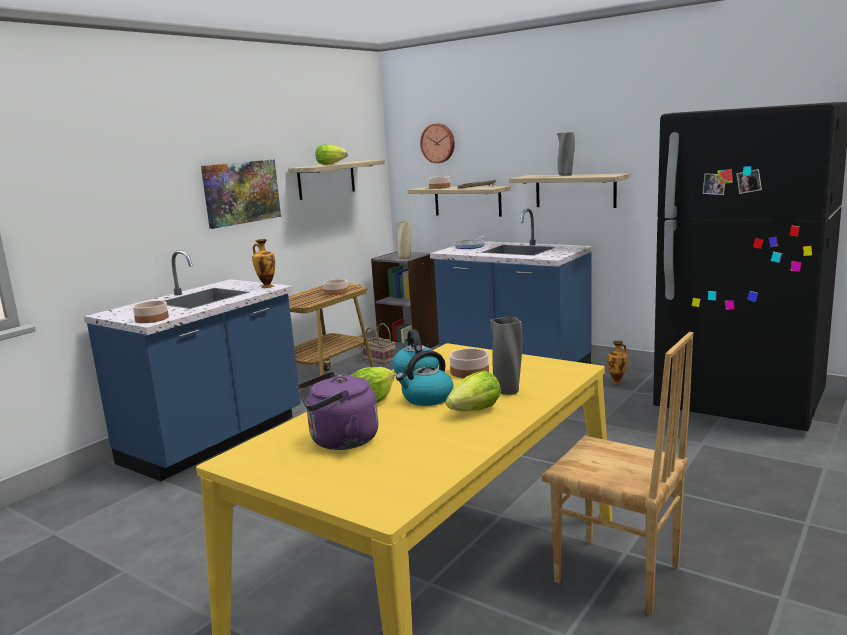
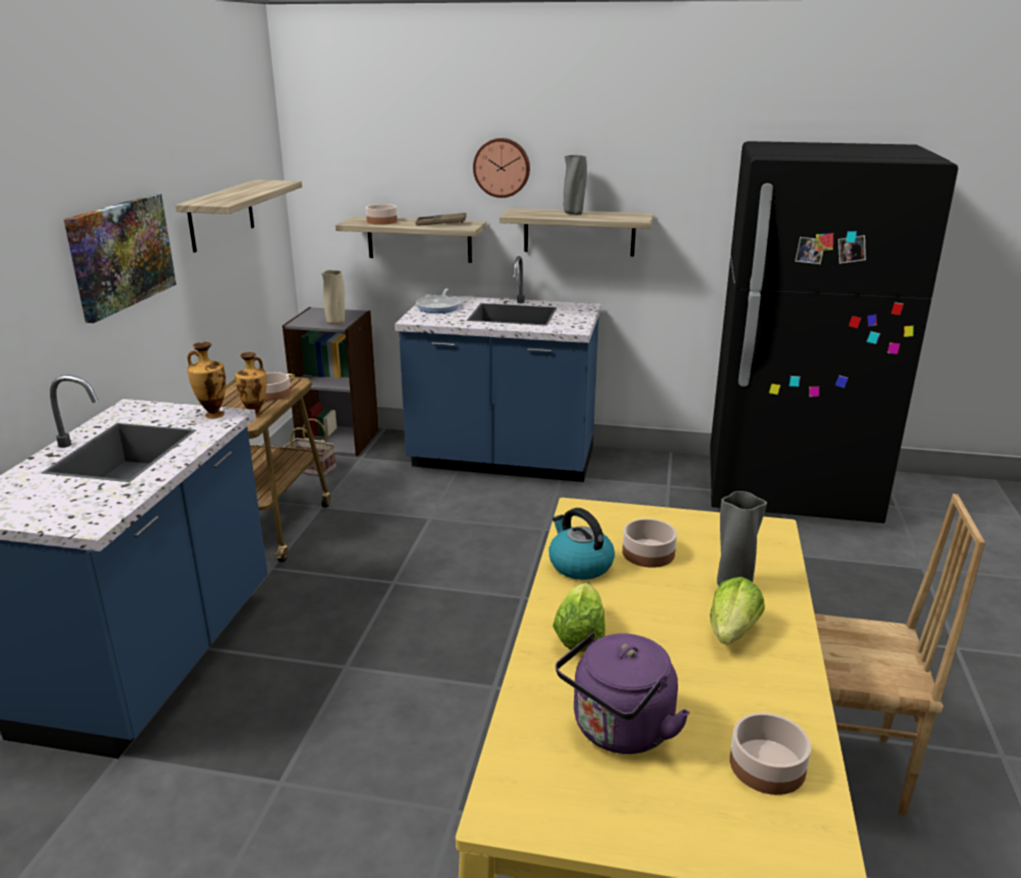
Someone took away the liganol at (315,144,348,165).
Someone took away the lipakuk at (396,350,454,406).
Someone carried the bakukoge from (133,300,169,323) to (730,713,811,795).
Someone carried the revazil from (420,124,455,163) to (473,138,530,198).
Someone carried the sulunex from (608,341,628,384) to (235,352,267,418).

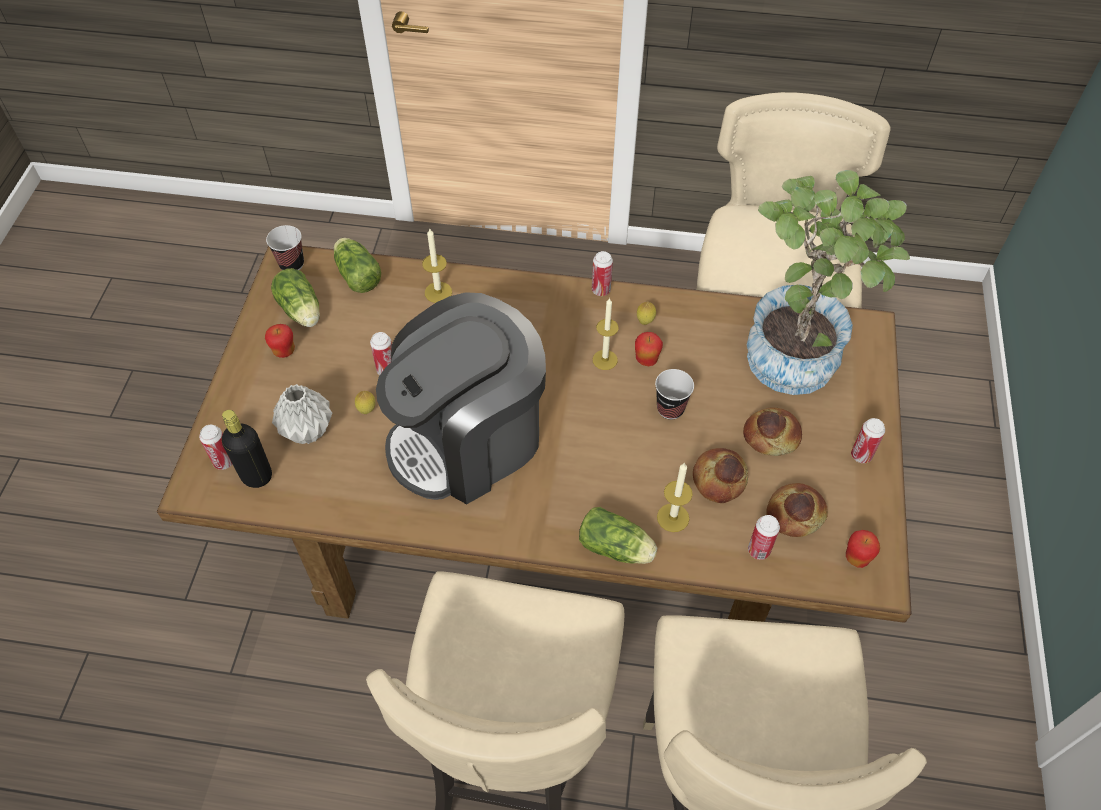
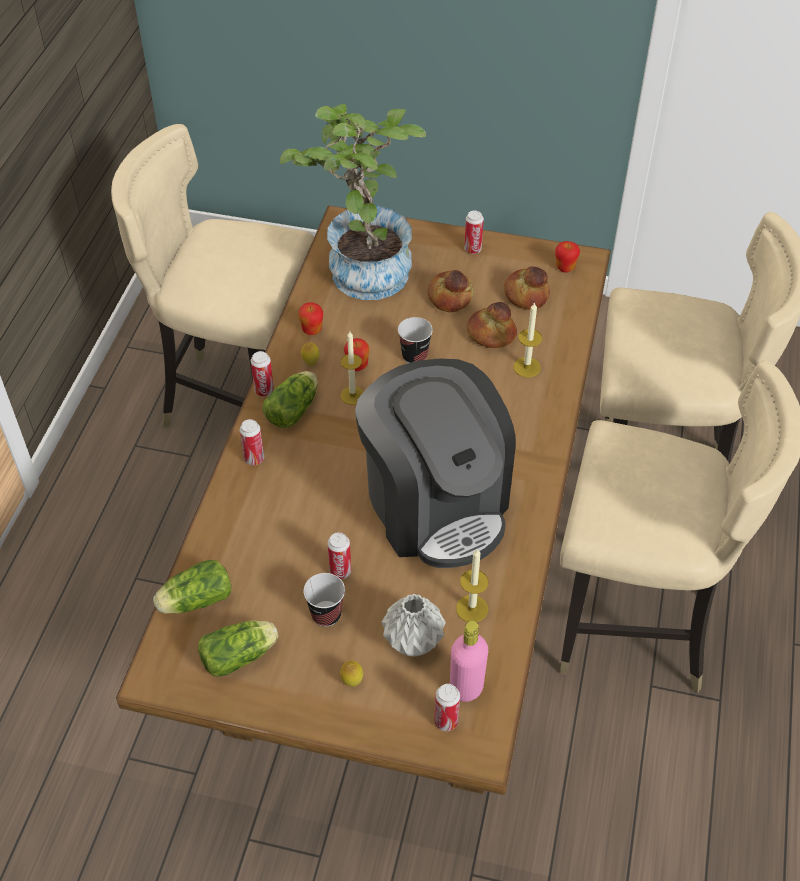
Someone carried the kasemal from (265,324,295,358) to (298,302,323,335).
Someone carried the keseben from (266,225,304,270) to (303,573,345,627).
Someone carried the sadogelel from (355,391,376,414) to (340,661,363,687).
Someone carried the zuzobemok from (422,229,452,303) to (456,549,489,622).
Someone carried the liganol from (579,507,657,564) to (263,371,318,428).
Someone carried the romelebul from (748,515,780,560) to (239,419,264,465).
Someone repainted the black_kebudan at (222,410,272,488), which became the pink_kebudan at (450,621,488,702).

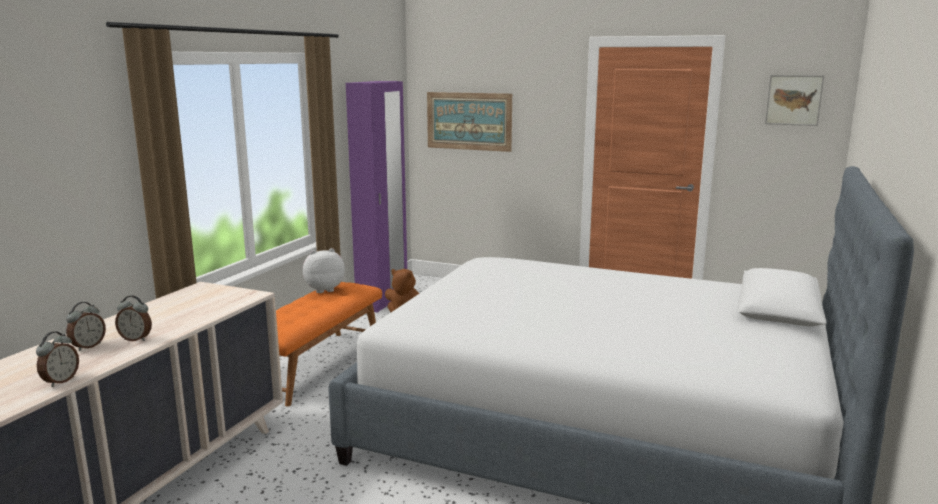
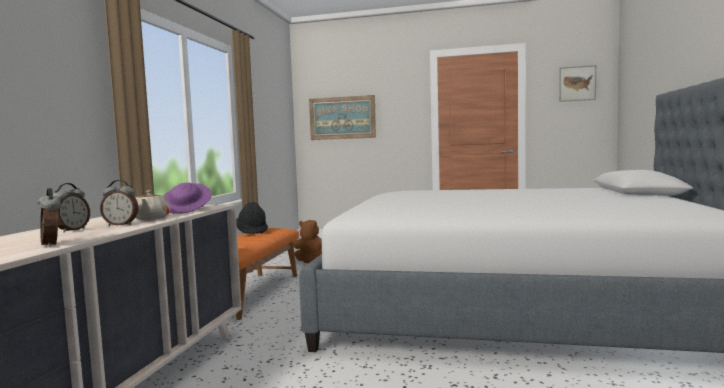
Someone took away the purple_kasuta at (346,81,407,313).
Someone put down the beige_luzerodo at (135,190,170,220).
Someone put down the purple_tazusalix at (164,182,212,214).
Someone swapped the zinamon at (303,248,345,293) for the black_tazusalix at (236,202,268,234).
Someone rotated the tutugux at (36,331,79,387) by 135 degrees clockwise.

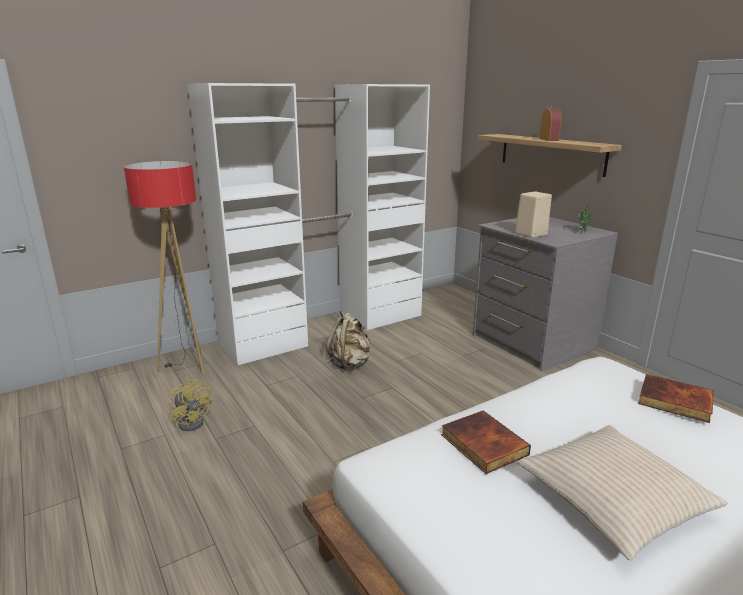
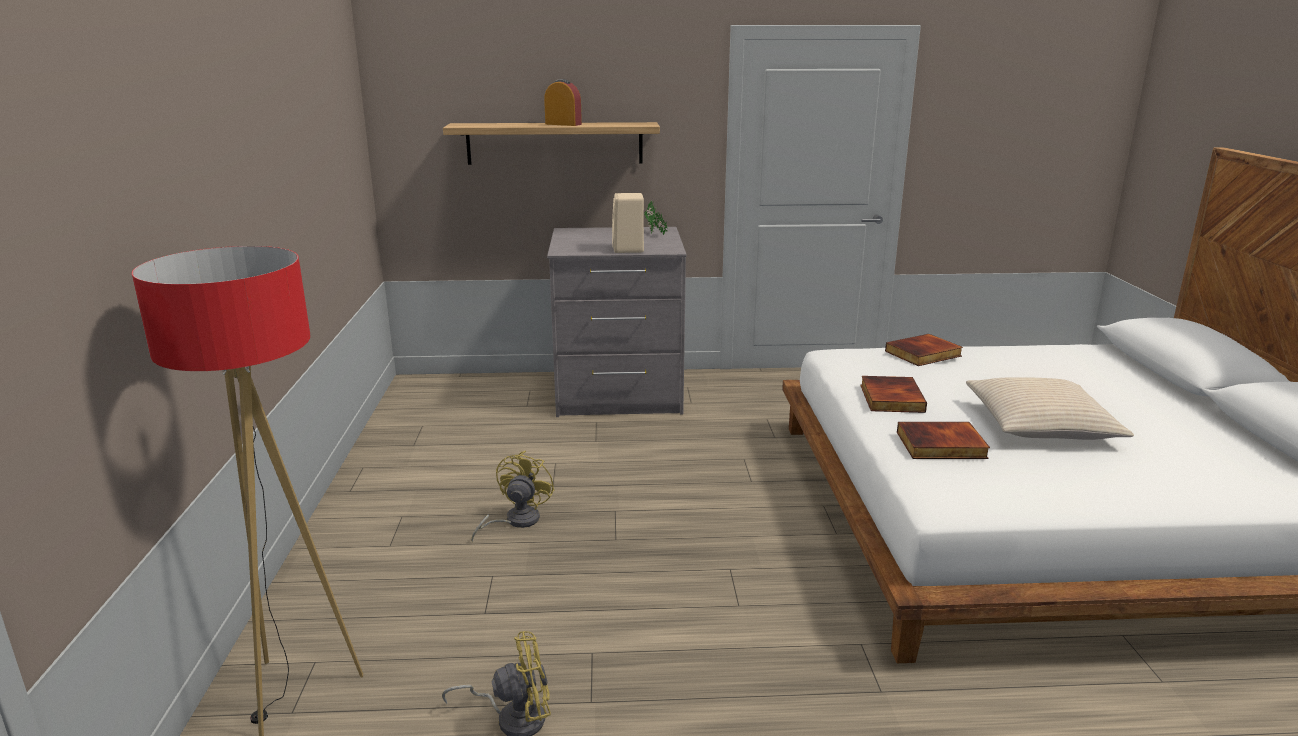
Someone took away the white_kasuta at (188,83,430,365).
Someone put down the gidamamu at (860,376,927,413).
Someone swapped the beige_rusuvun at (326,311,370,370) for the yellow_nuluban at (471,451,554,542).

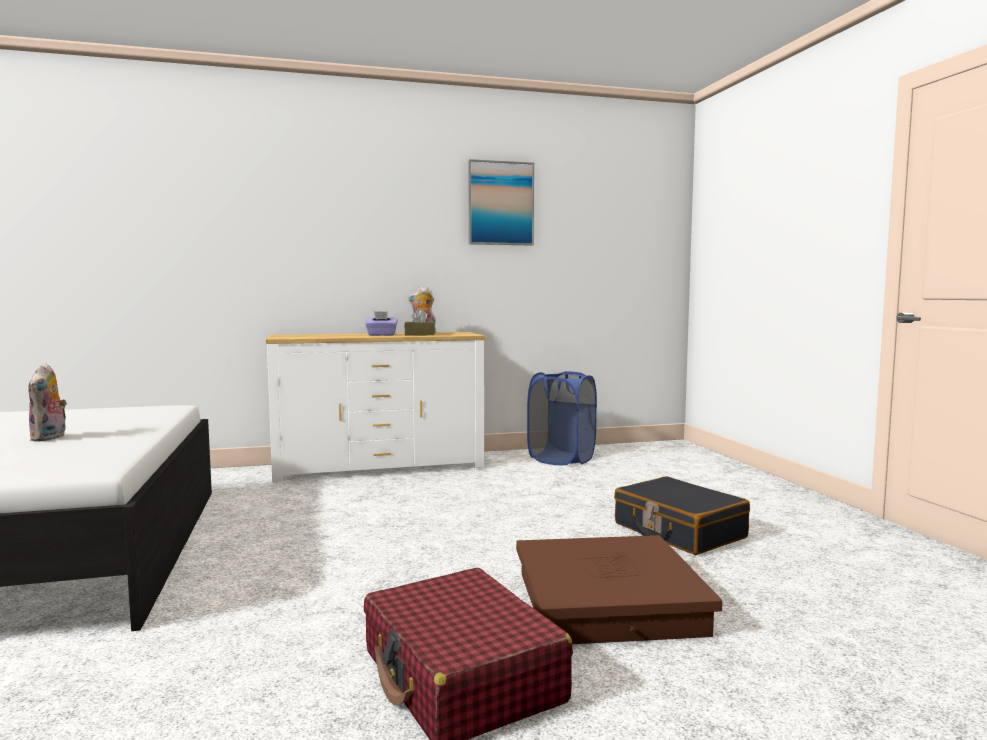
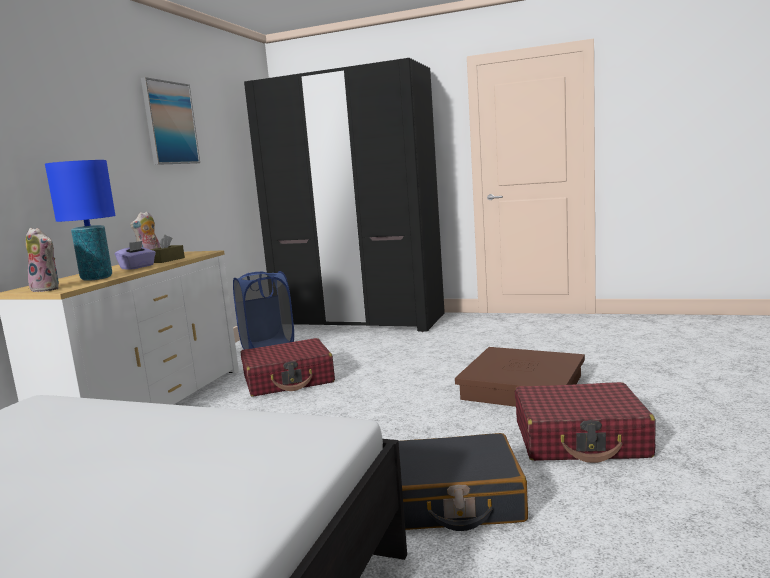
Someone put down the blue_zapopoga at (45,160,115,281).
Someone put down the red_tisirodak at (241,338,335,397).
Someone put down the black_kasuta at (244,58,445,332).
Someone carried the zinamon from (28,364,67,441) to (26,228,59,292).
Someone carried the black_tisirodak from (614,476,750,555) to (398,433,528,531).

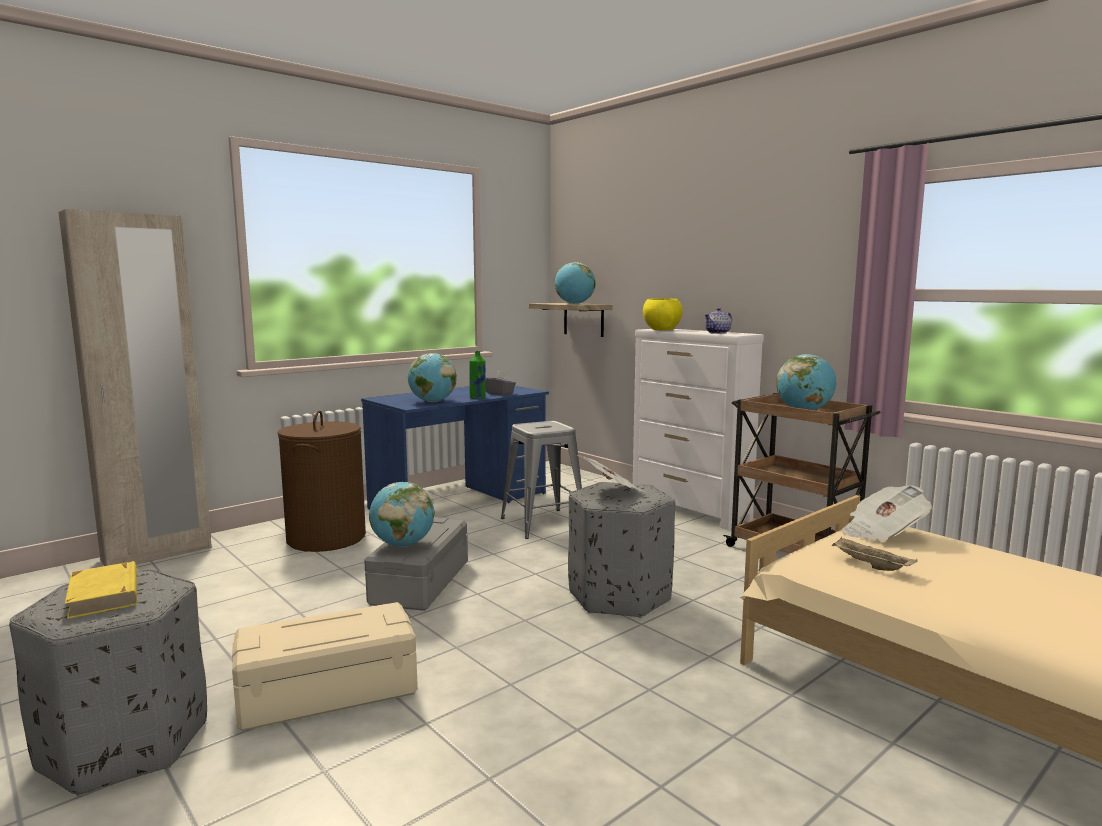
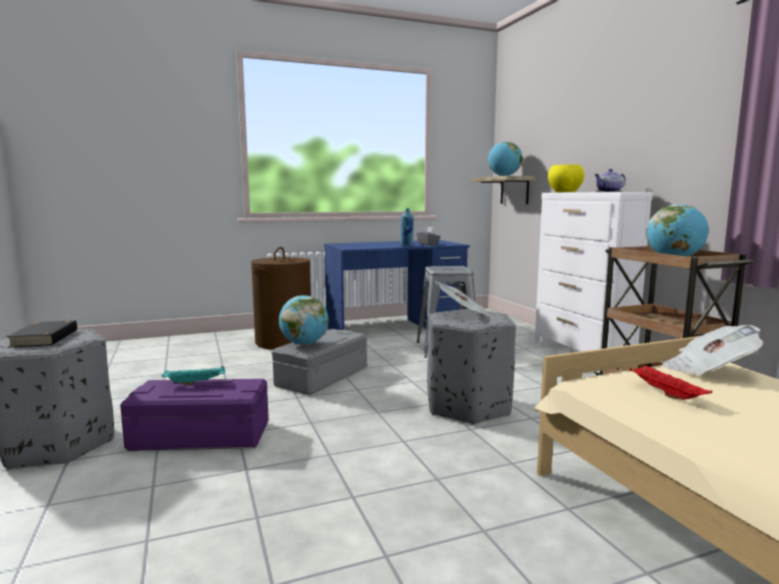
Someone took away the beige_kasuta at (59,209,212,566).
Someone took away the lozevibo at (408,353,457,402).
Someone put down the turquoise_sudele at (162,366,226,385).
Someone repainted the yellow_gidamamu at (65,561,137,619), which became the black_gidamamu at (6,320,77,348).
Someone repainted the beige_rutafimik at (232,602,418,731), which became the purple_rutafimik at (120,379,269,451).
Someone repainted the green_kebudan at (469,351,486,399), which became the blue_kebudan at (401,209,414,247).
Someone repainted the beige_sudele at (832,537,917,571), which became the red_sudele at (629,365,712,400).

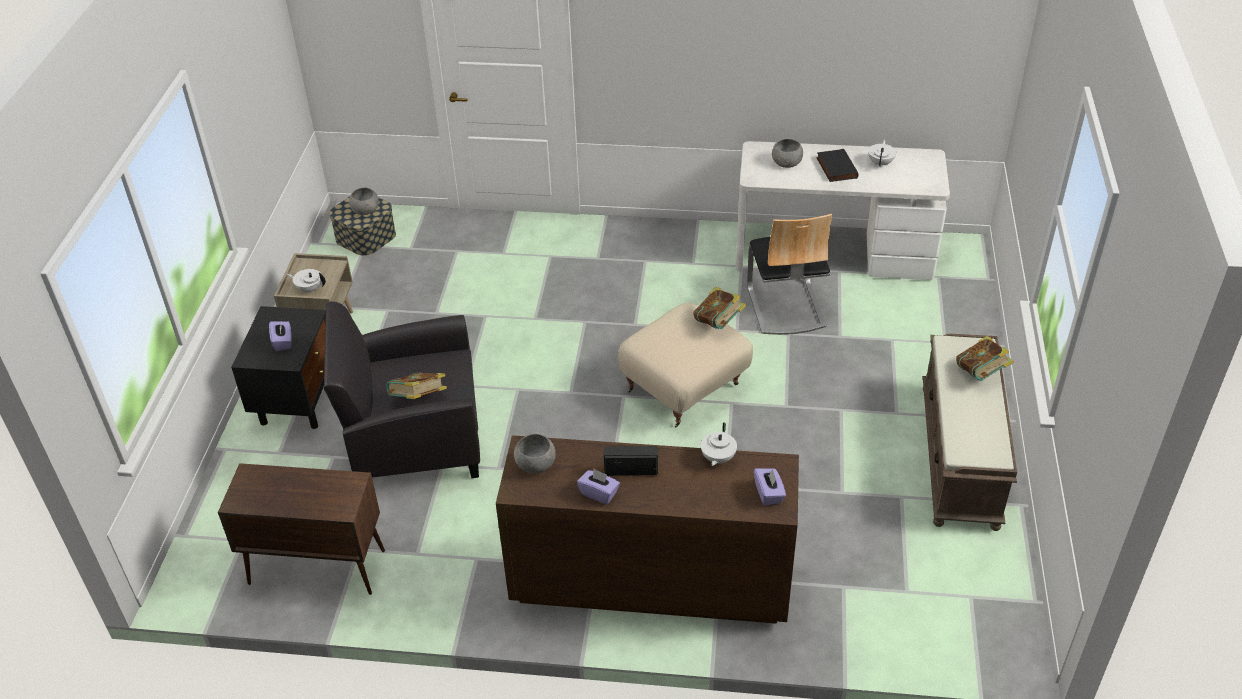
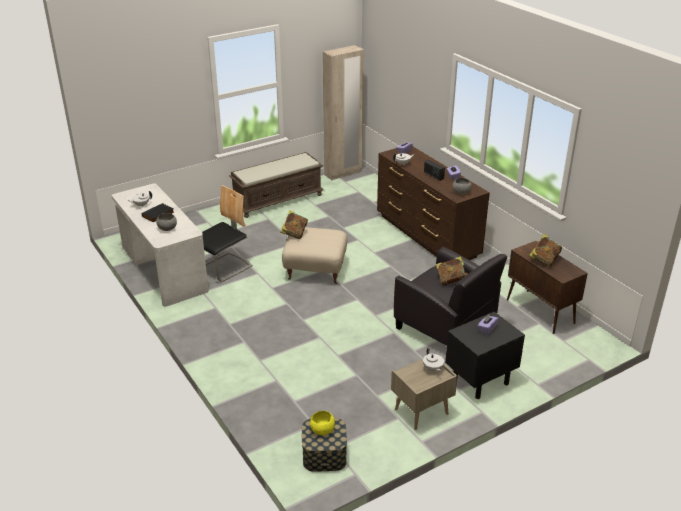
Someone put down the beige_kasuta at (323,45,364,180).
Someone carried the gidamamu from (956,336,1014,381) to (529,234,562,267).
Someone repainted the grey_bakukoge at (349,187,379,215), which became the yellow_bakukoge at (310,411,335,435).

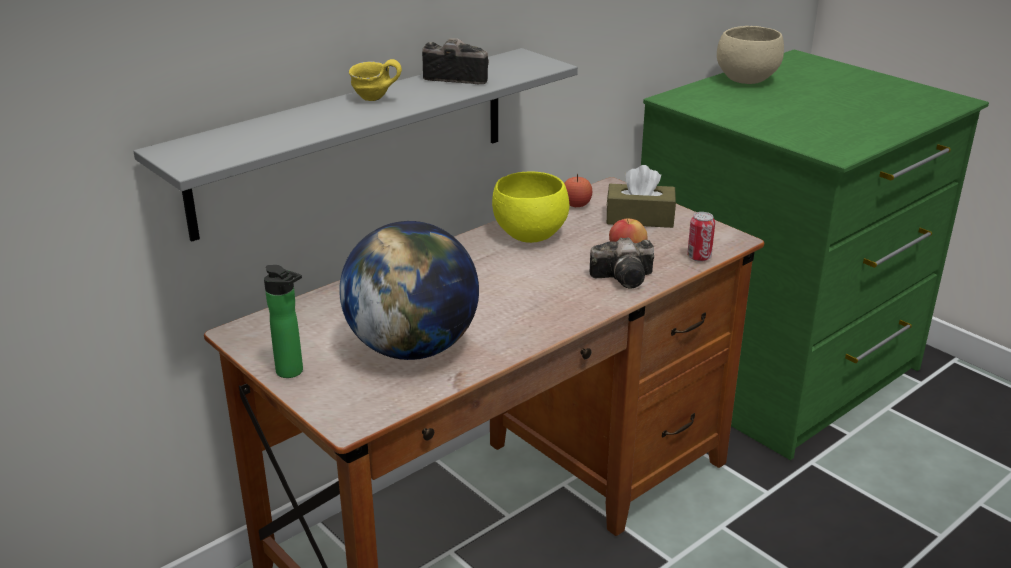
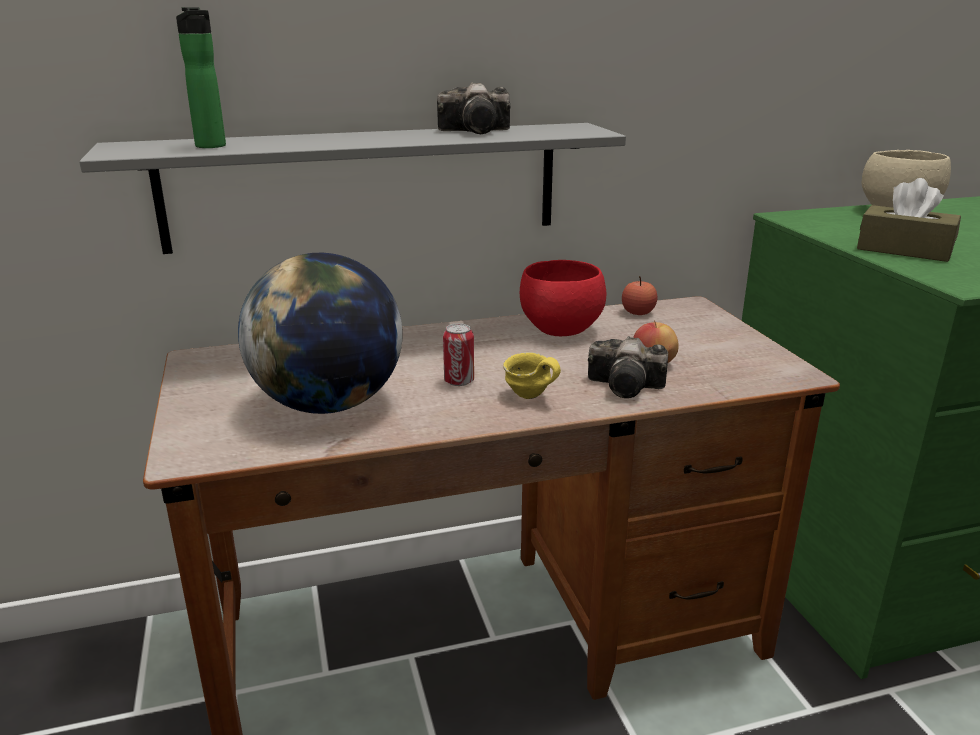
Someone carried the kebudan from (264,265,303,378) to (176,7,226,148).
Someone carried the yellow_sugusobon from (349,59,402,101) to (503,352,561,399).
Someone carried the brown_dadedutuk from (606,165,676,228) to (857,178,961,262).
Someone carried the romelebul from (687,212,715,262) to (443,323,474,386).
Someone repainted the yellow_bakukoge at (492,172,569,243), which became the red_bakukoge at (520,260,606,336).
Someone rotated the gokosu at (422,38,489,84) by 135 degrees clockwise.

